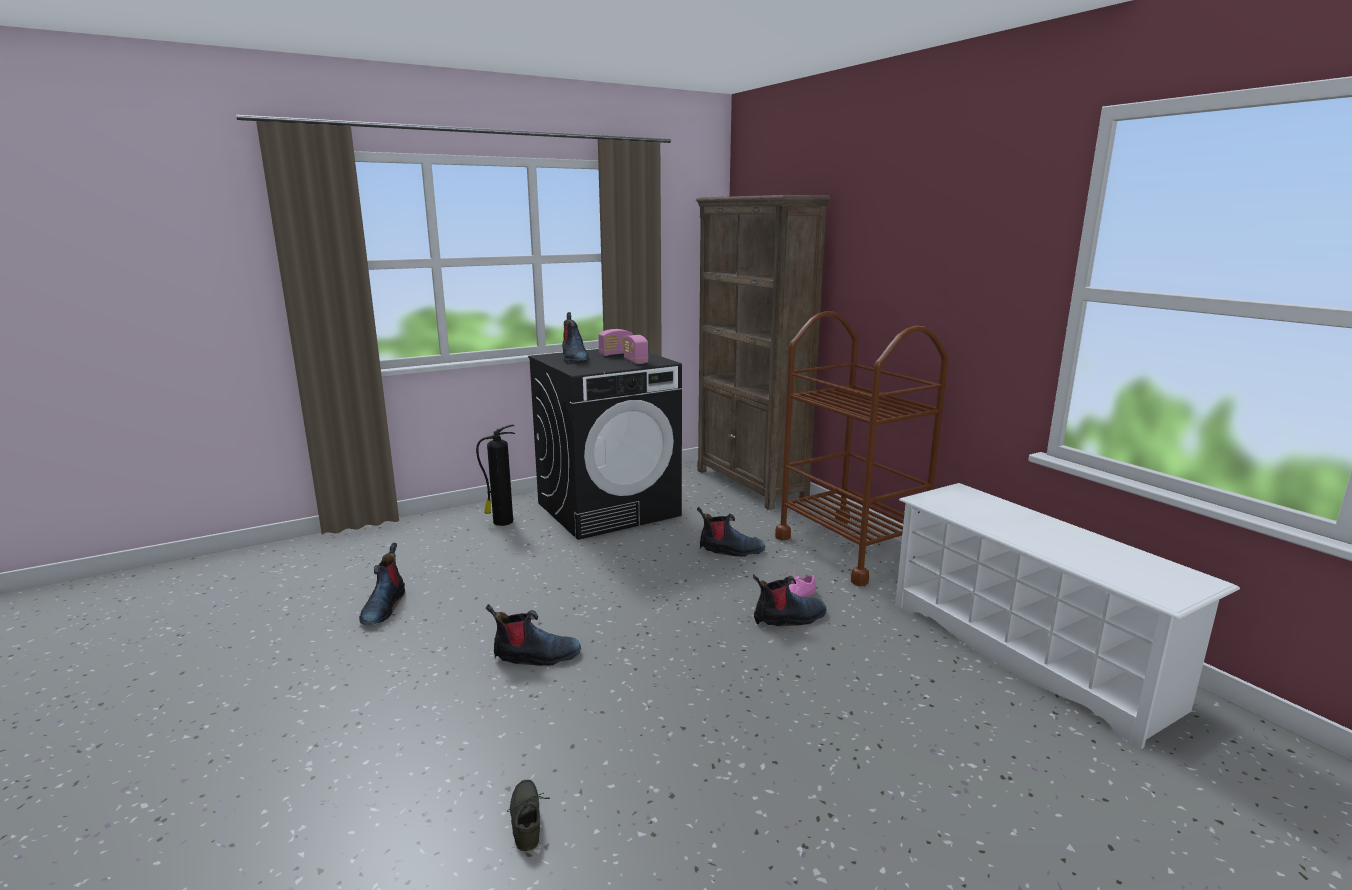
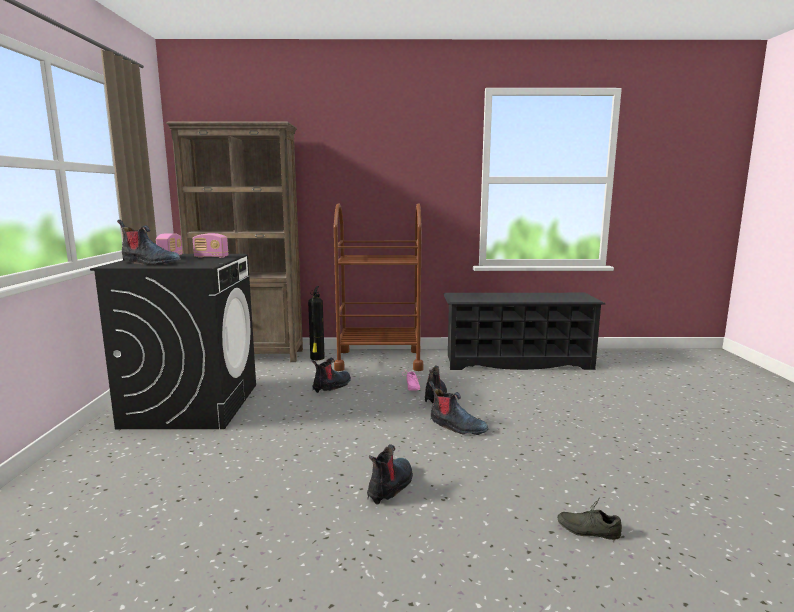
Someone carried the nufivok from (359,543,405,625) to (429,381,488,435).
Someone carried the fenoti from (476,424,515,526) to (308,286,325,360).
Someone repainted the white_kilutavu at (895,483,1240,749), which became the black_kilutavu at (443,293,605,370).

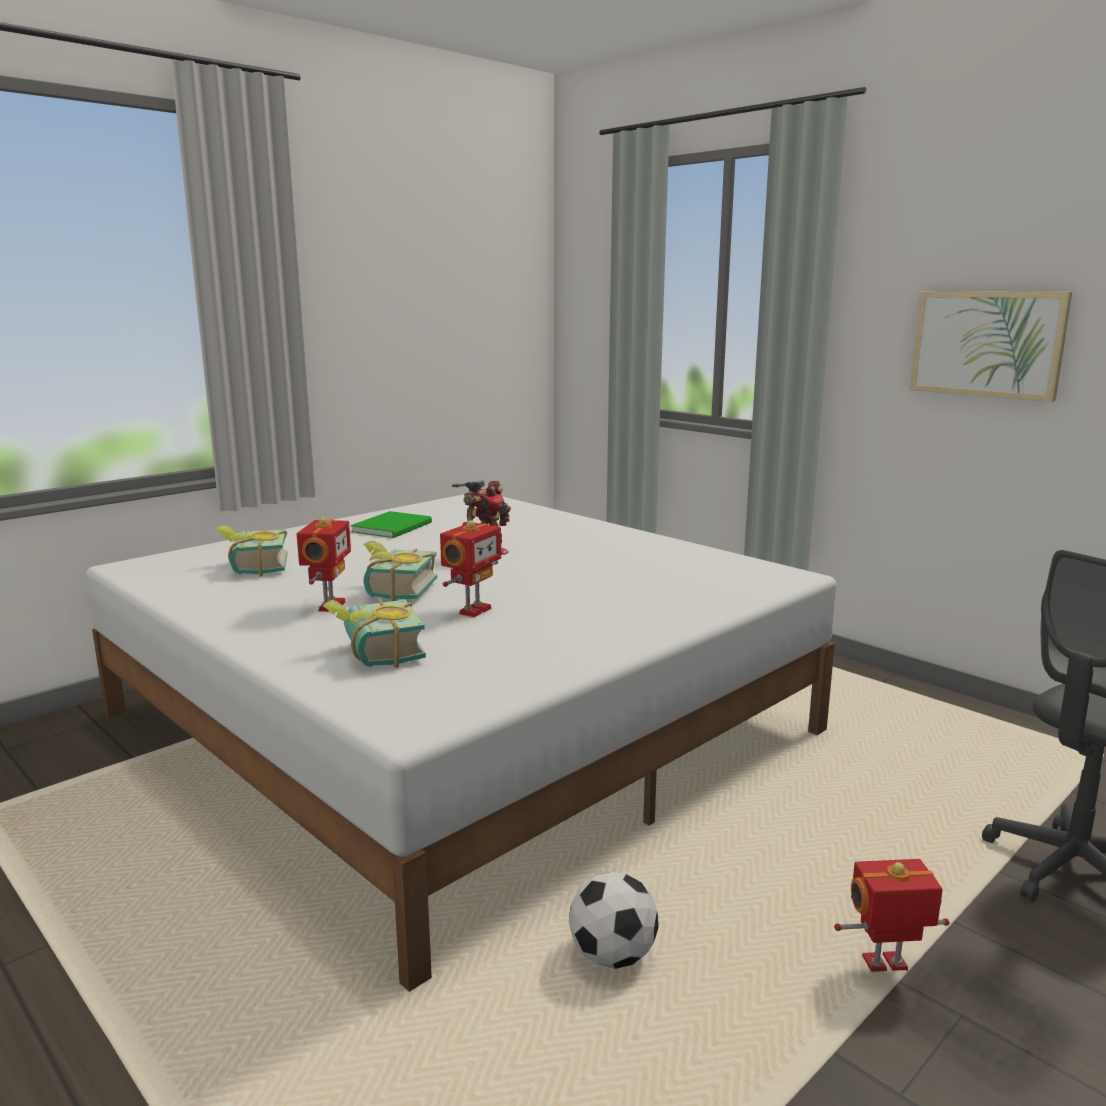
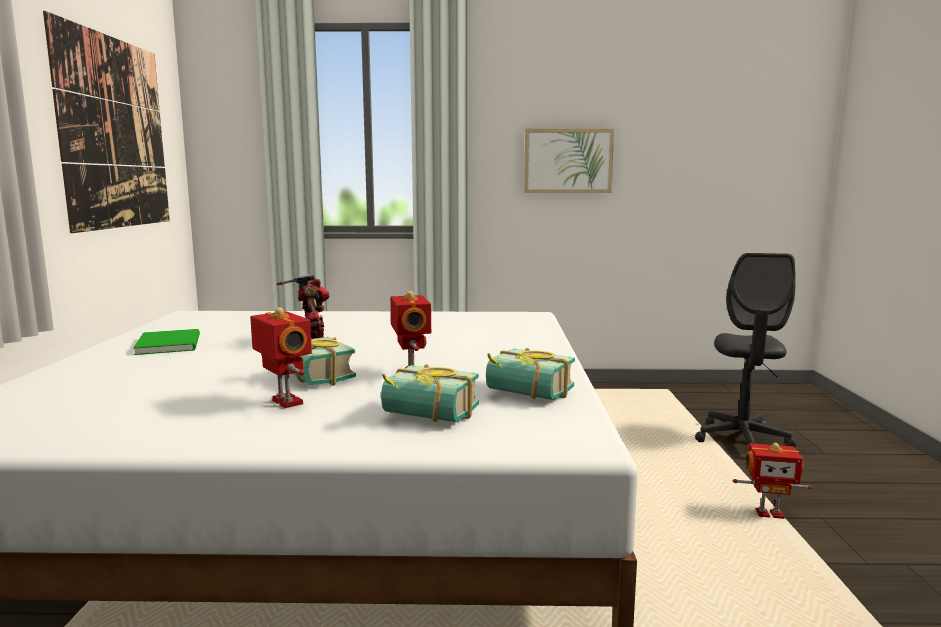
Someone took away the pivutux at (569,872,659,969).
Someone put up the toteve at (43,11,170,233).
Someone carried the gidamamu from (215,525,288,577) to (486,348,575,400).
Someone rotated the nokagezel at (834,859,950,972) by 120 degrees counterclockwise.

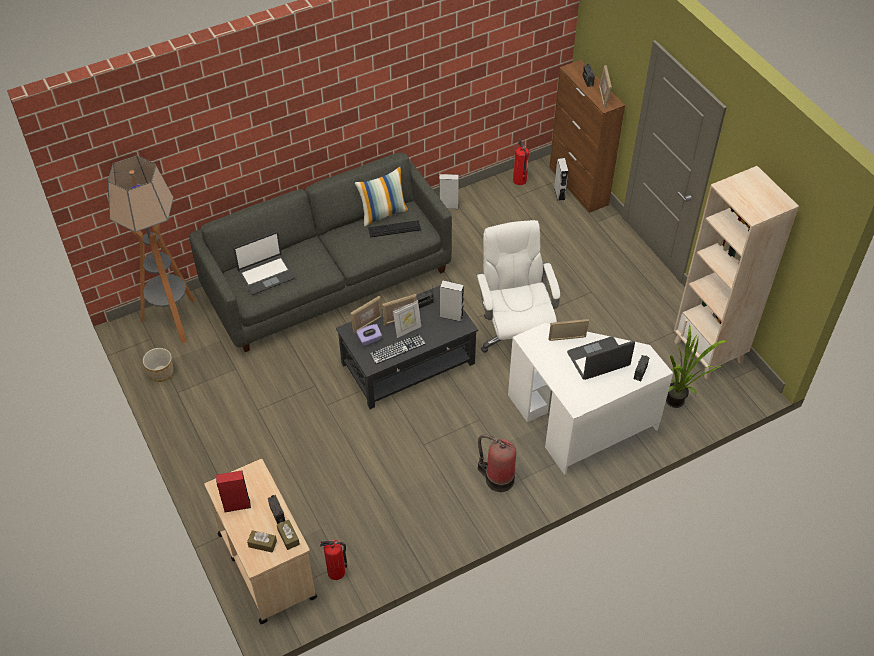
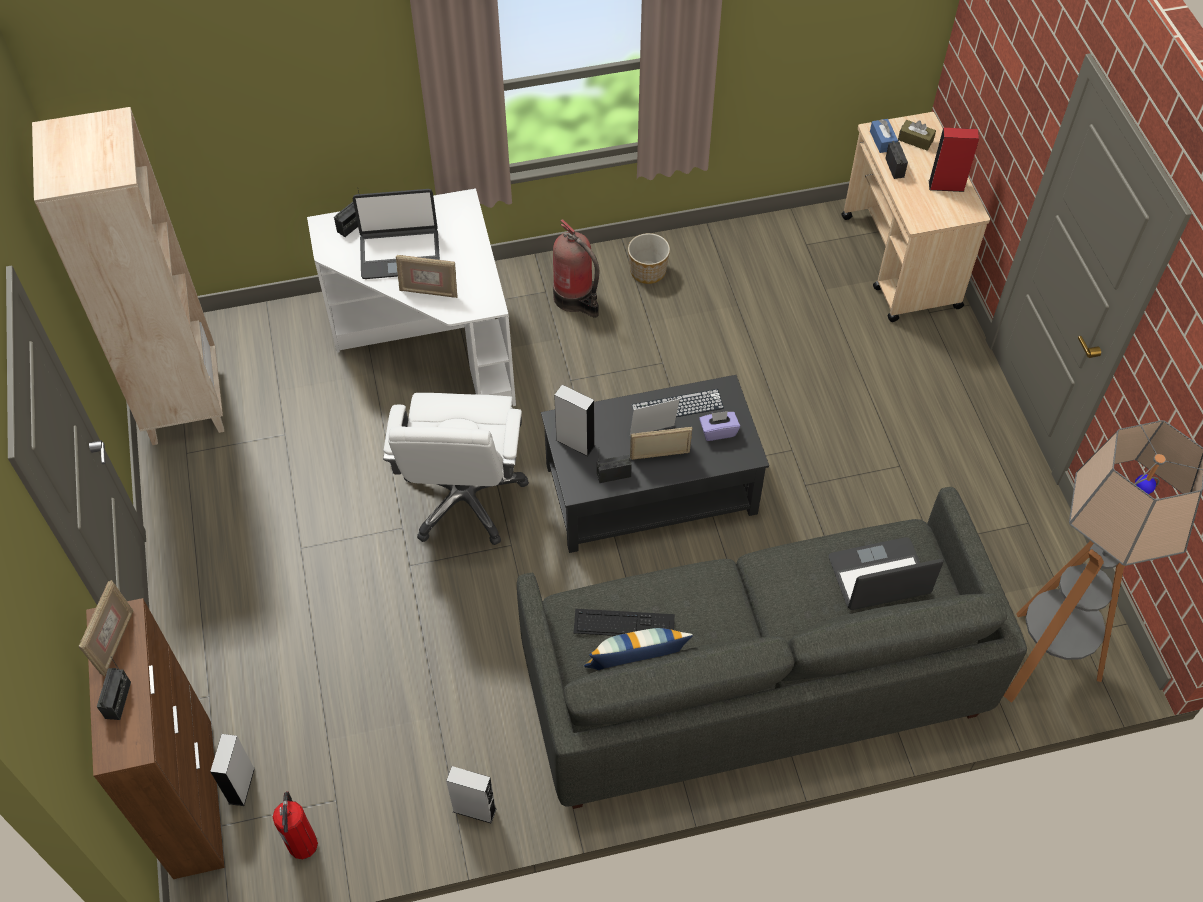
Someone took away the fenoti at (320,540,347,580).
Someone took away the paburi at (350,296,383,334).
Someone took away the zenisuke at (666,324,728,408).
Someone carried the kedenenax from (143,348,173,382) to (628,233,670,284).
Someone repainted the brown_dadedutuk at (277,520,300,550), which became the blue_dadedutuk at (870,119,898,153).

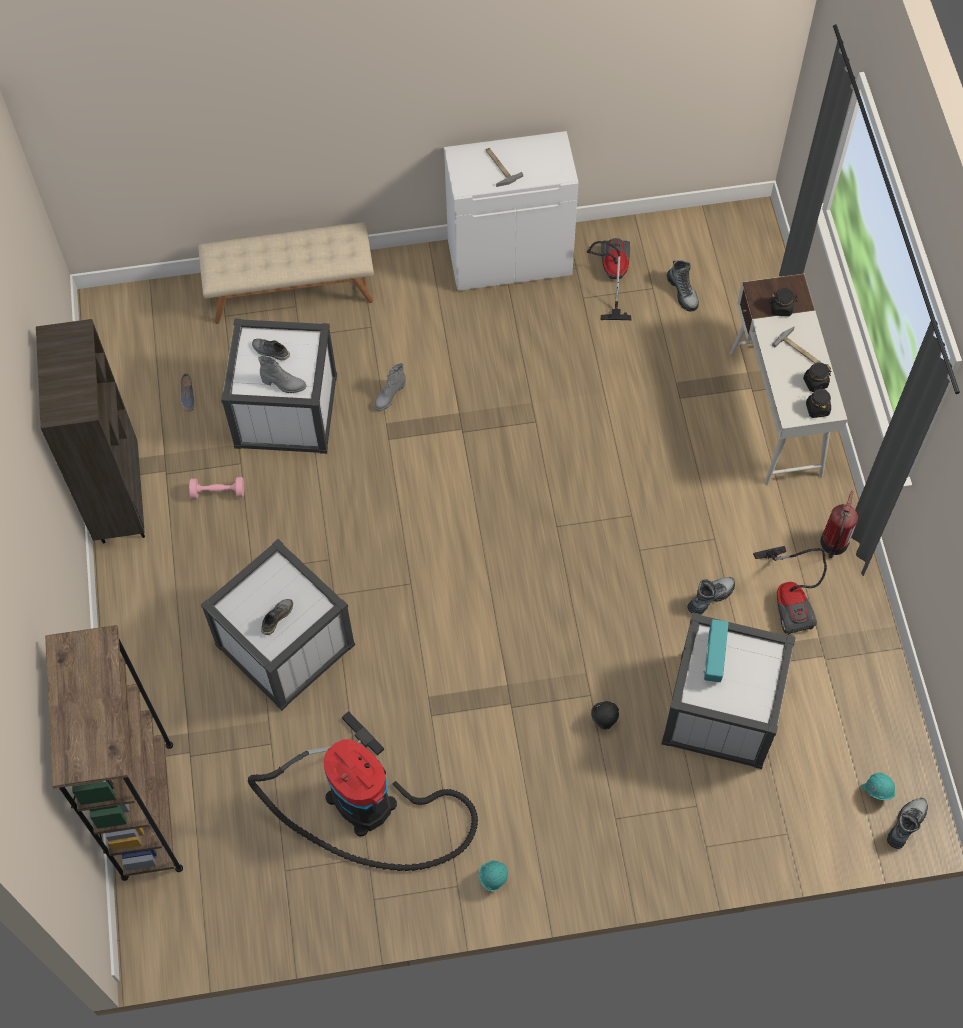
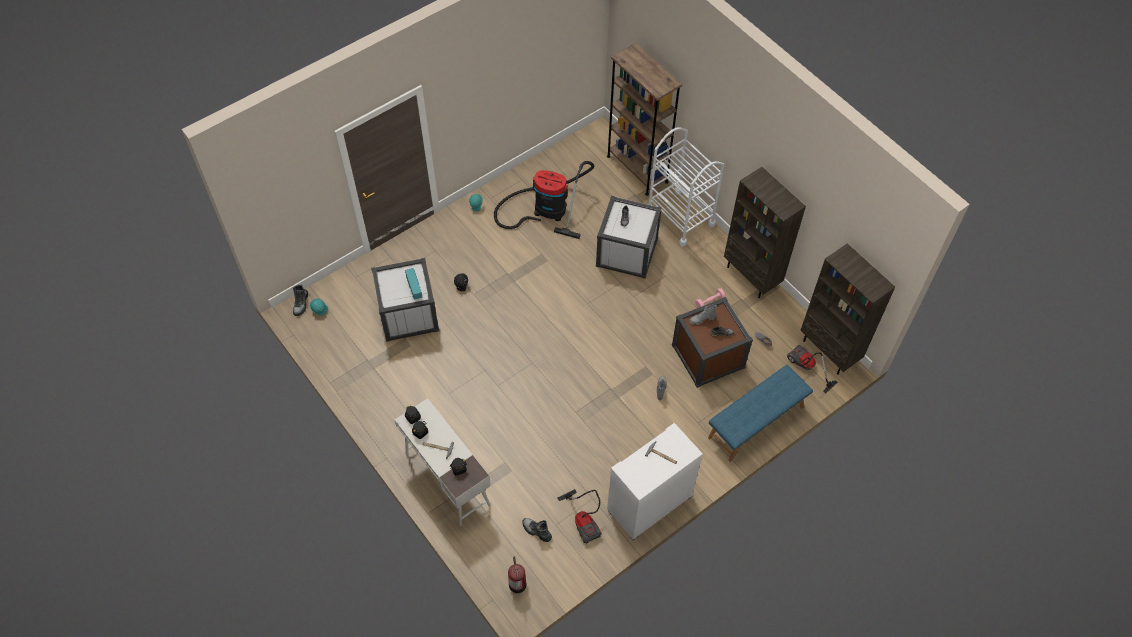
Someone took away the nufivok at (687,577,735,615).
Someone put down the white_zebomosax at (649,127,724,246).
Someone put down the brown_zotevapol at (800,244,895,375).
Someone carried the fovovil from (753,546,827,635) to (787,345,838,393).
Someone carried the fenoti from (820,490,858,558) to (508,557,526,593).
Someone repainted the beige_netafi at (198,222,374,324), which became the blue_netafi at (708,365,813,462).
Someone repainted the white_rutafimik at (221,318,337,454), which became the brown_rutafimik at (672,297,753,388).

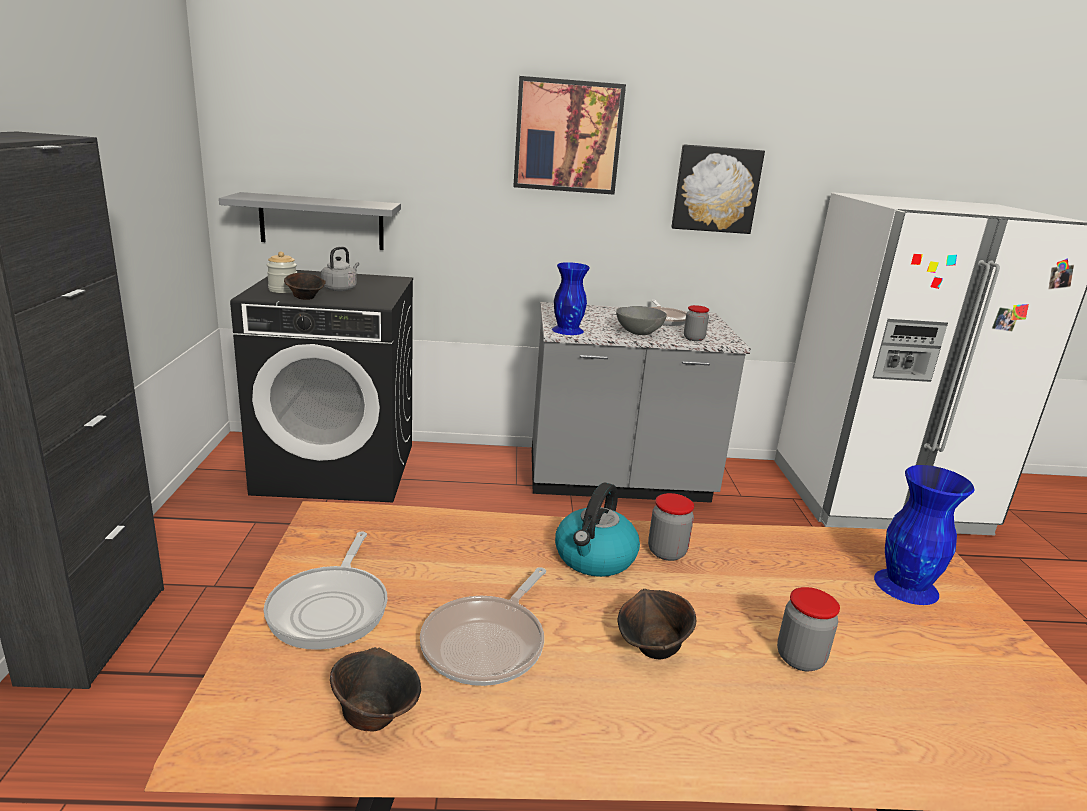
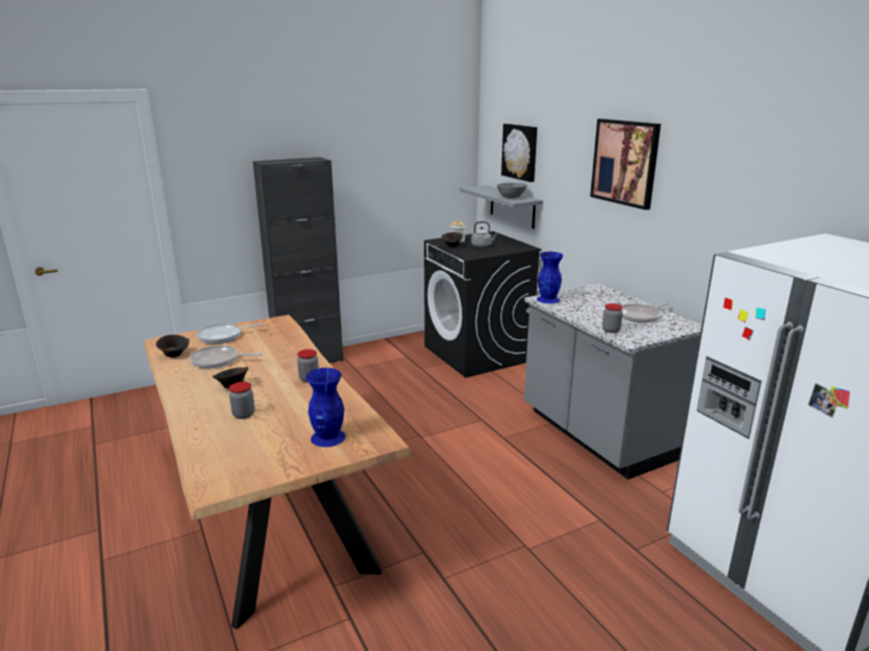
Someone took away the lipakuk at (555,483,640,577).
Someone carried the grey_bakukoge from (616,306,667,335) to (497,183,527,198).
Someone carried the toteve from (671,144,765,234) to (501,124,537,182).

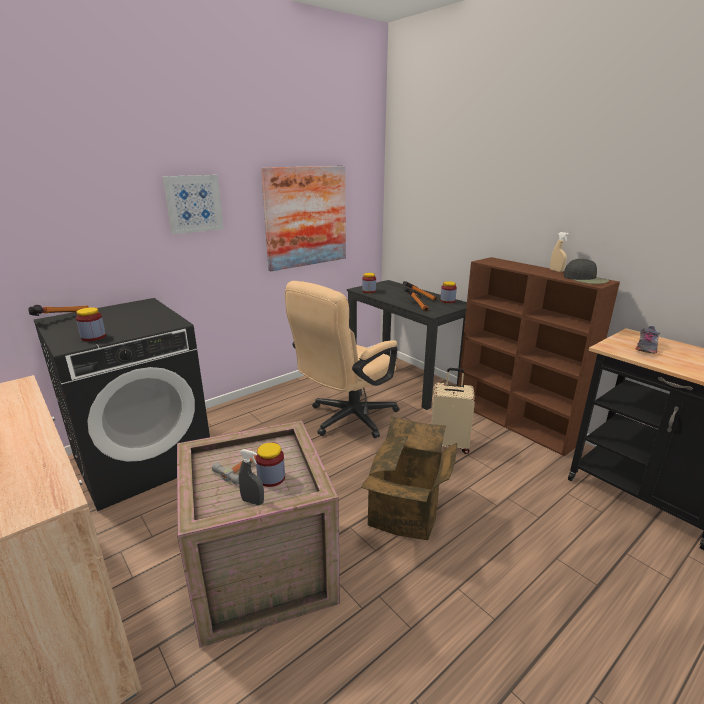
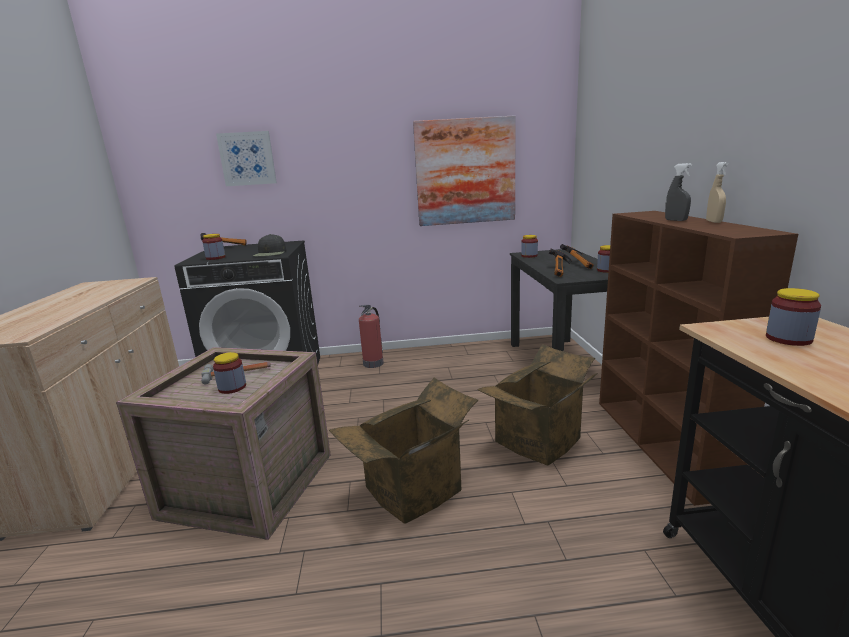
Someone took away the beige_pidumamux at (285,281,399,438).
Someone put down the fenoti at (359,305,384,368).
Someone carried the toteve from (163,175,224,234) to (216,131,277,186).
Someone carried the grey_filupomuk from (239,449,264,505) to (665,163,692,221).
Someone carried the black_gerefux from (564,258,609,284) to (253,234,286,256).
Someone swapped the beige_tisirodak at (431,368,475,454) for the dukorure at (477,344,598,465).
Someone swapped the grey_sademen at (636,326,660,354) for the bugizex at (766,288,821,346).

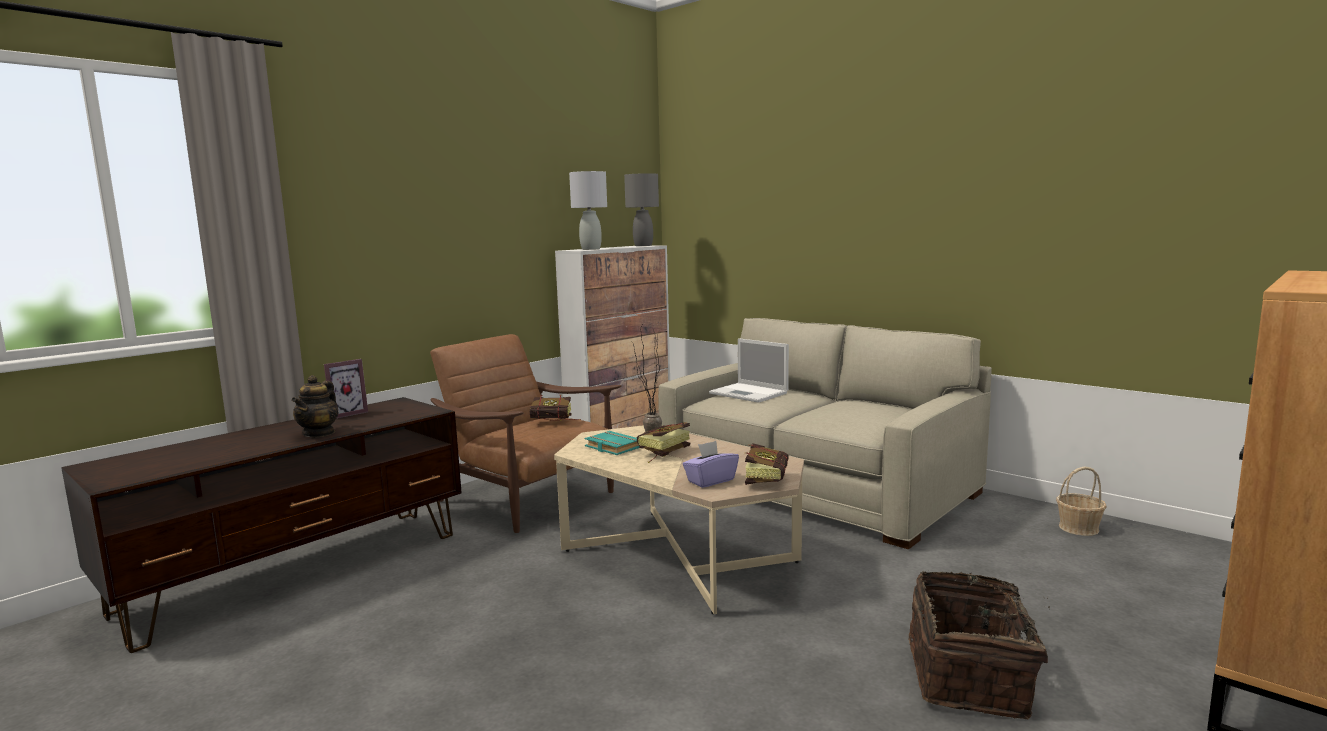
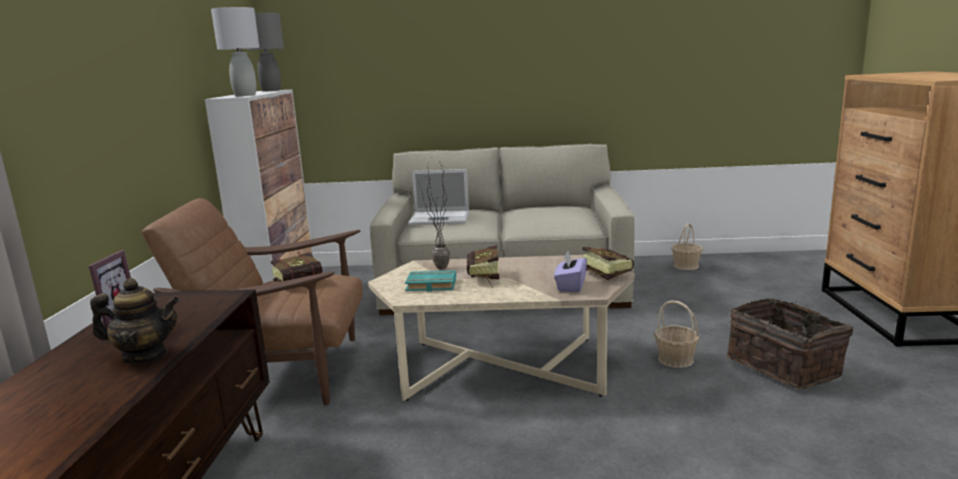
Someone put down the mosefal at (655,300,699,368).
Someone rotated the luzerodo at (292,375,338,437) by 60 degrees counterclockwise.

